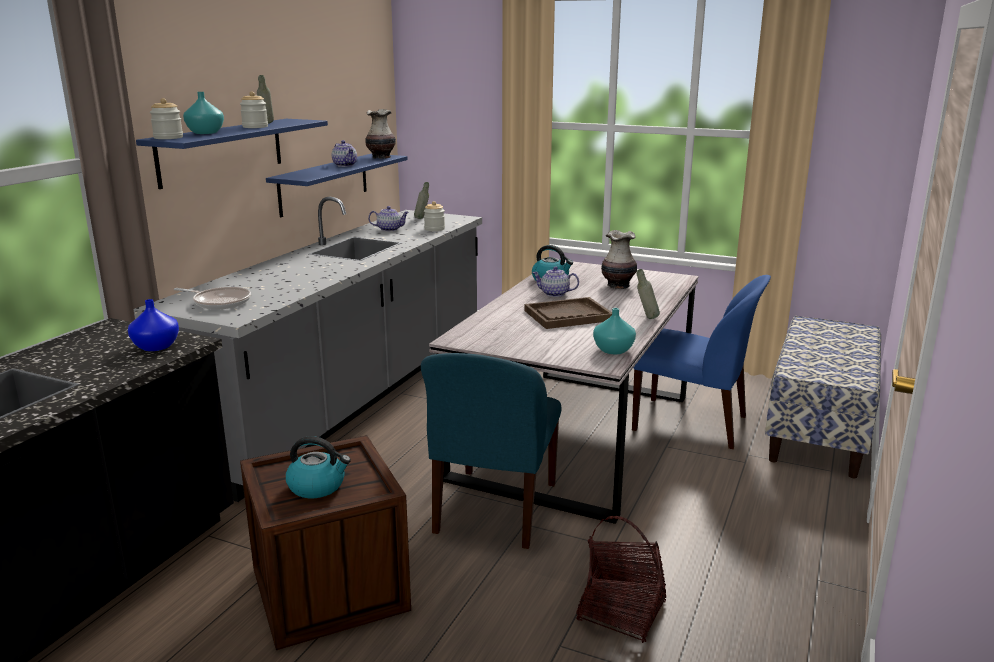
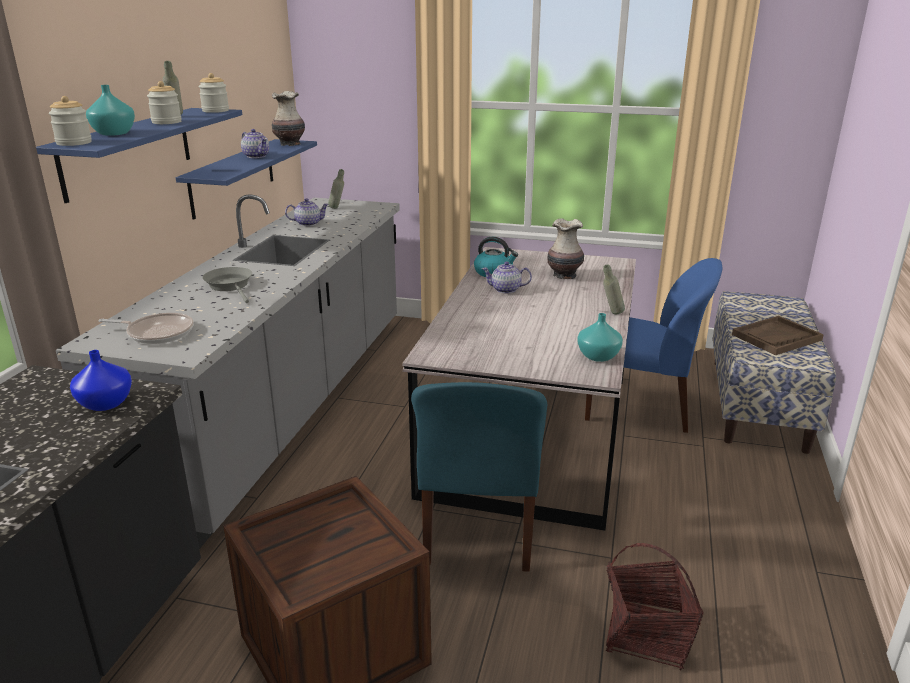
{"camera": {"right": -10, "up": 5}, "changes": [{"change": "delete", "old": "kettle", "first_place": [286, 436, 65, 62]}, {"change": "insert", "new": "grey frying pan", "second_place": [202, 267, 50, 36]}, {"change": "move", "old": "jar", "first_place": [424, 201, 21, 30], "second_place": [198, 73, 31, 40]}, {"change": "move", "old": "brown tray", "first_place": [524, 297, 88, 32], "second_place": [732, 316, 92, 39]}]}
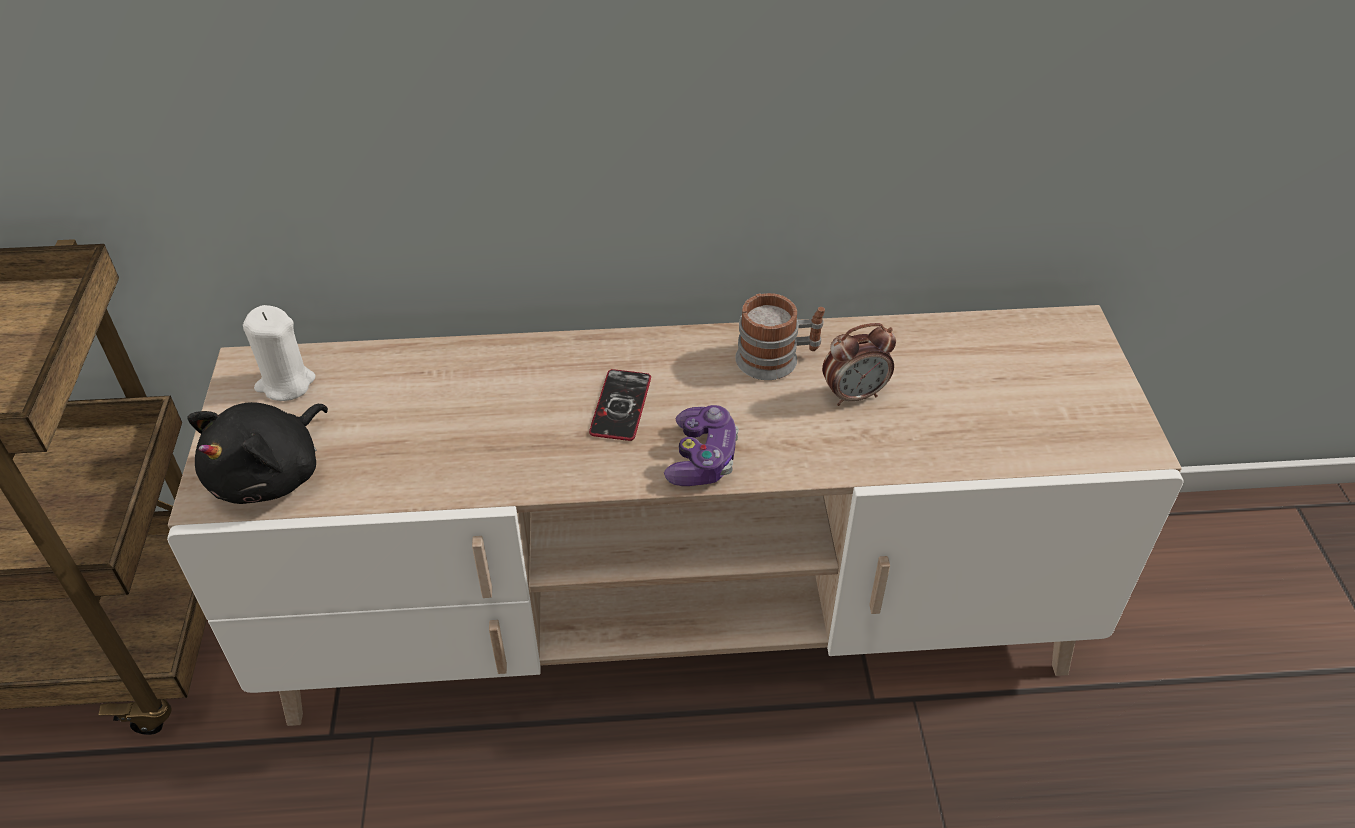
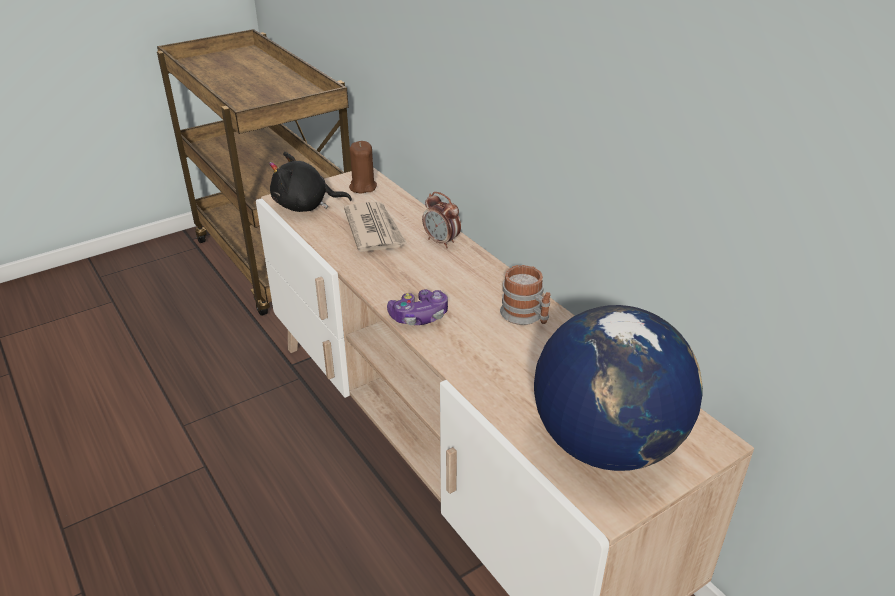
{"camera": {"right": 60, "up": -10}, "changes": [{"change": "delete", "old": "phone", "first_place": [589, 369, 62, 72]}, {"change": "insert", "new": "newspaper", "second_place": [344, 202, 63, 50]}, {"change": "insert", "new": "globe", "second_place": [534, 305, 169, 166]}, {"change": "move", "old": "alarm clock", "first_place": [822, 323, 74, 83], "second_place": [422, 192, 39, 56]}, {"change": "recolor", "old": "white candle", "new": "brown candle", "first_place": [243, 305, 73, 96], "second_place": [349, 141, 28, 52]}]}
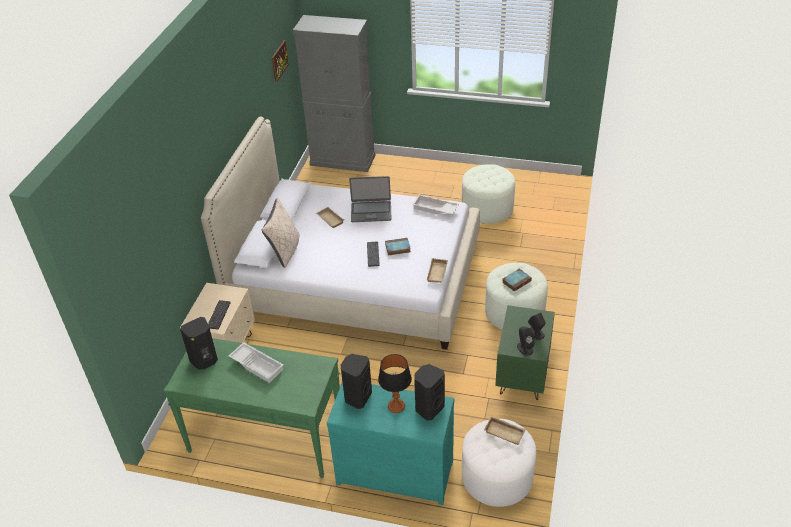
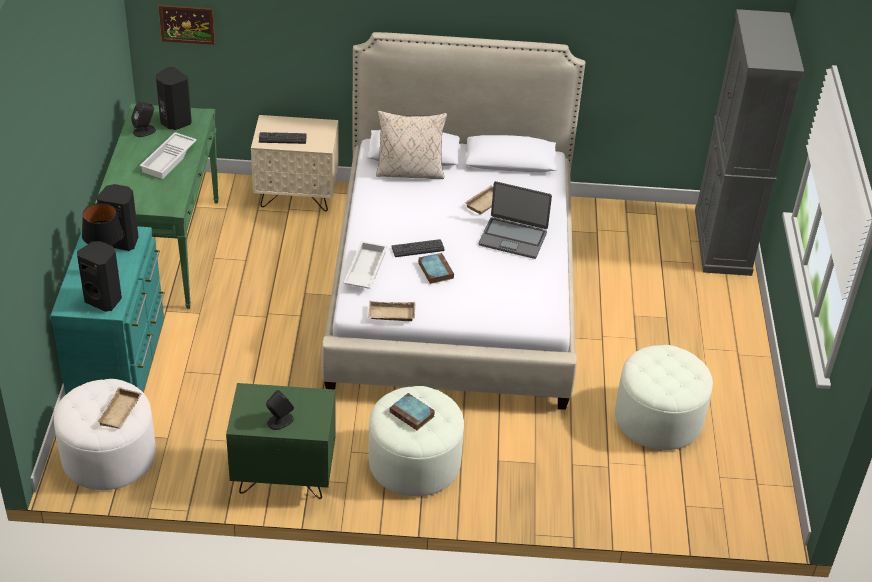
{"camera": {"right": 75, "up": 0}, "changes": [{"change": "move", "old": "picture", "first_place": [272, 40, 17, 42], "second_place": [158, 5, 57, 40]}, {"change": "move", "old": "white tray", "first_place": [412, 194, 47, 21], "second_place": [344, 241, 43, 48]}, {"change": "move", "old": "black speaker", "first_place": [517, 326, 18, 30], "second_place": [131, 102, 25, 35]}, {"change": "rotate", "old": "laptop", "first_place": [349, 176, 43, 46], "second_place": [479, 181, 73, 78], "degrees": -60}]}
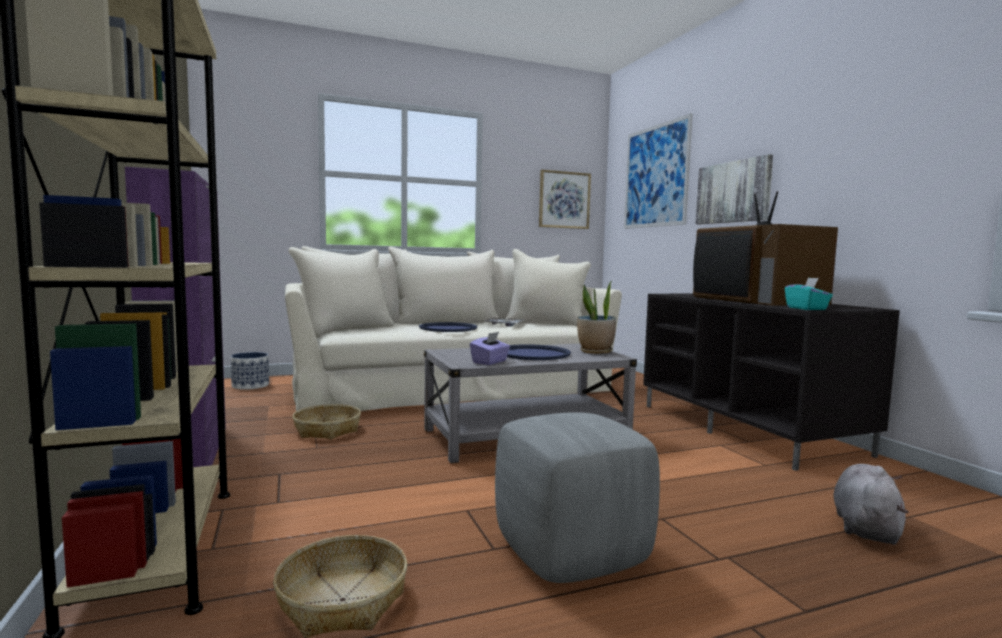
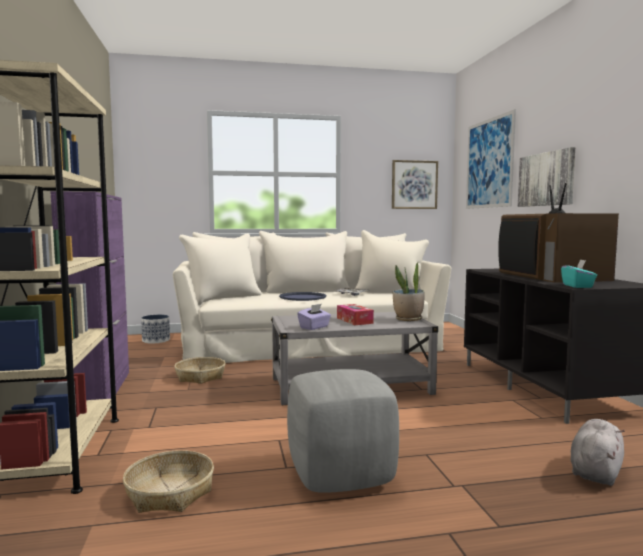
{"camera": {"right": 10, "up": 0}, "changes": [{"change": "replace", "old": "blue tray", "new": "tissue box", "first_place": [507, 344, 64, 16], "second_place": [337, 304, 37, 21]}]}
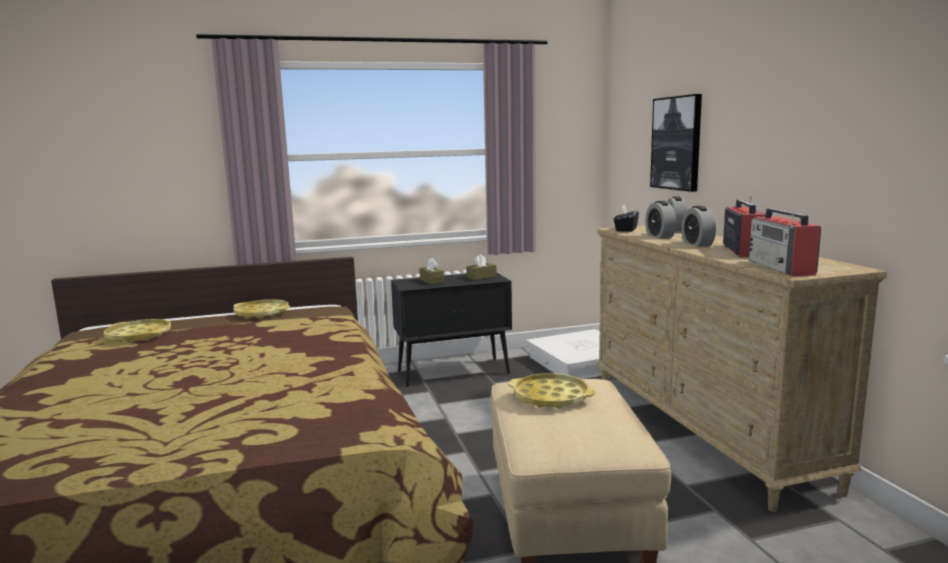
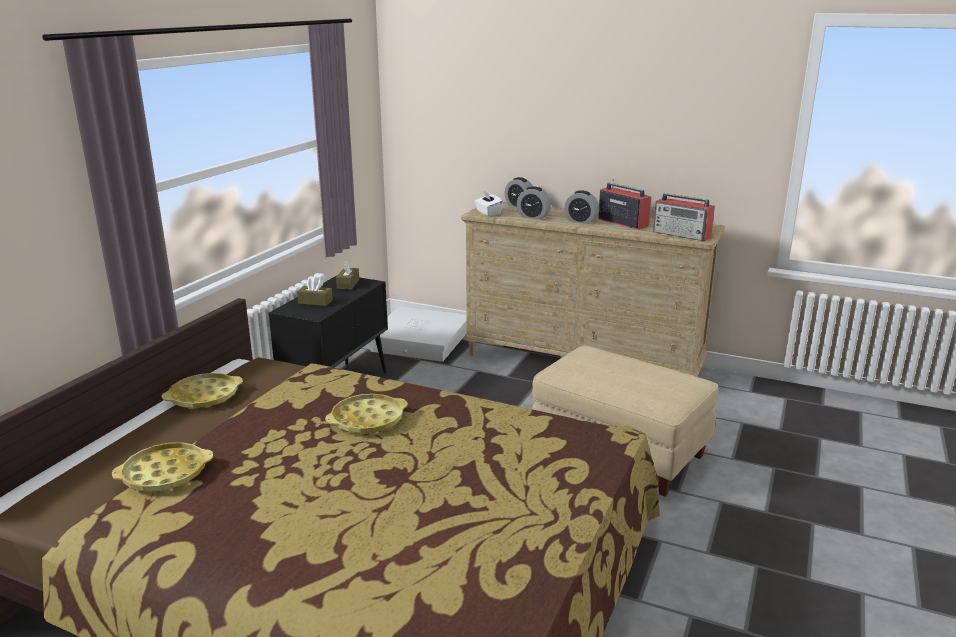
{"camera": {"right": -50, "up": 10}, "changes": [{"change": "delete", "old": "picture", "first_place": [650, 94, 52, 98]}, {"change": "move", "old": "yellow tray", "first_place": [508, 373, 88, 36], "second_place": [325, 394, 83, 40]}, {"change": "recolor", "old": "black tissue box", "new": "white tissue box", "first_place": [614, 205, 25, 27], "second_place": [475, 191, 28, 26]}]}
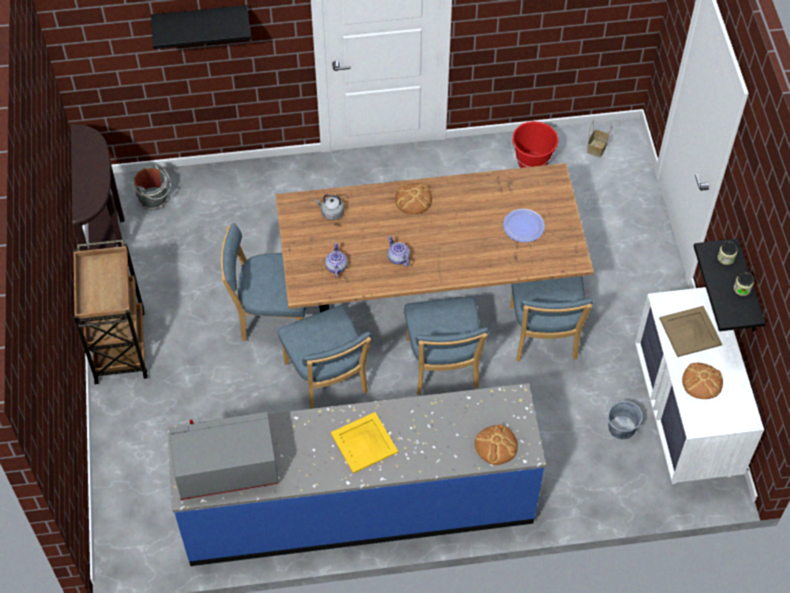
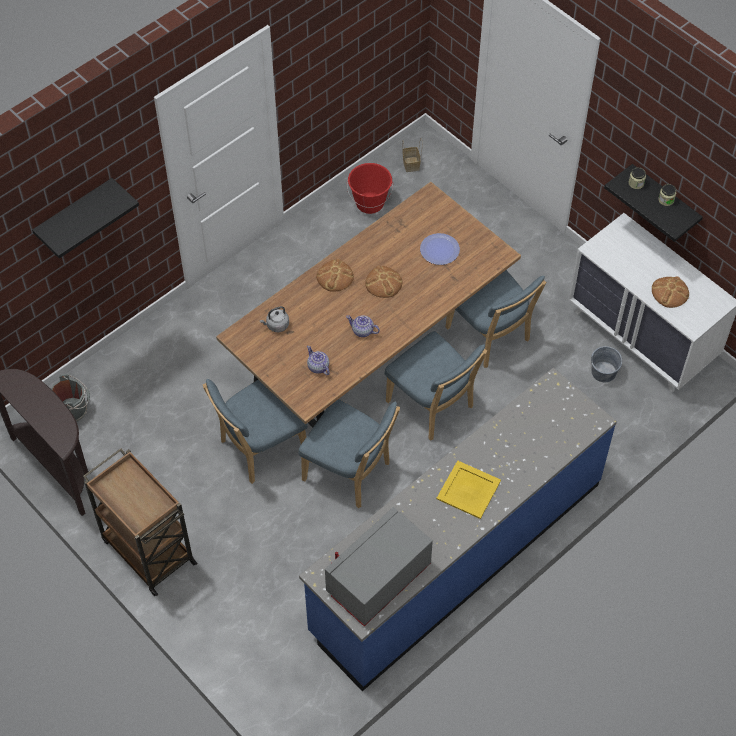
{"camera": {"right": -35, "up": 0}, "changes": [{"change": "delete", "old": "beige tray", "first_place": [659, 306, 63, 51]}, {"change": "move", "old": "bread", "first_place": [475, 424, 43, 41], "second_place": [365, 265, 38, 33]}]}
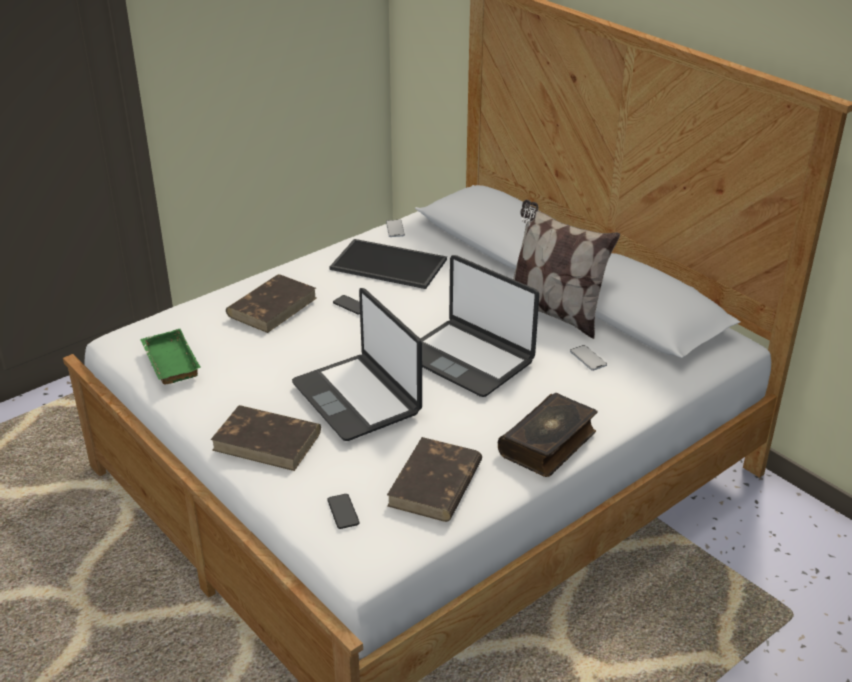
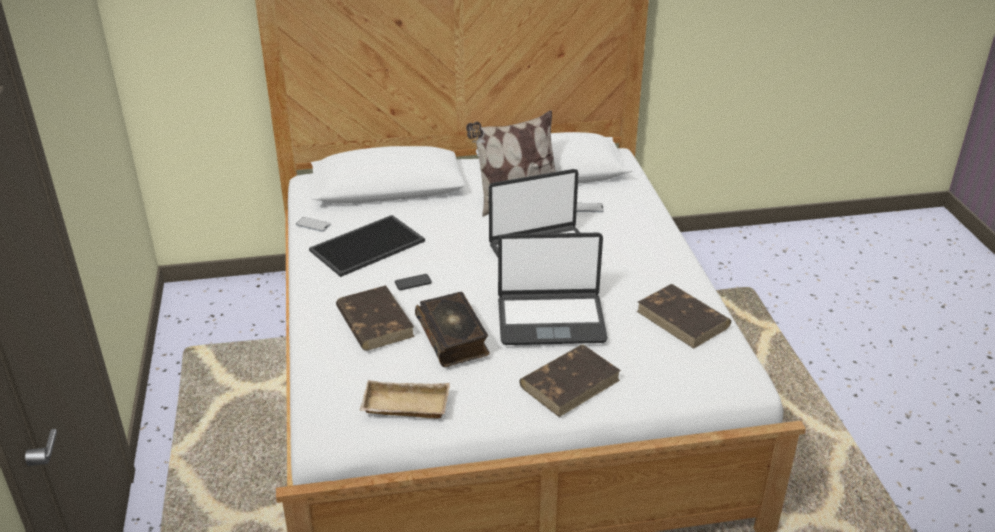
{"camera": {"right": -60, "up": 0}, "changes": [{"change": "delete", "old": "phone", "first_place": [327, 494, 33, 35]}, {"change": "move", "old": "book", "first_place": [498, 393, 100, 84], "second_place": [415, 292, 75, 75]}, {"change": "recolor", "old": "green tray", "new": "beige tray", "first_place": [140, 329, 61, 56], "second_place": [359, 380, 91, 39]}]}
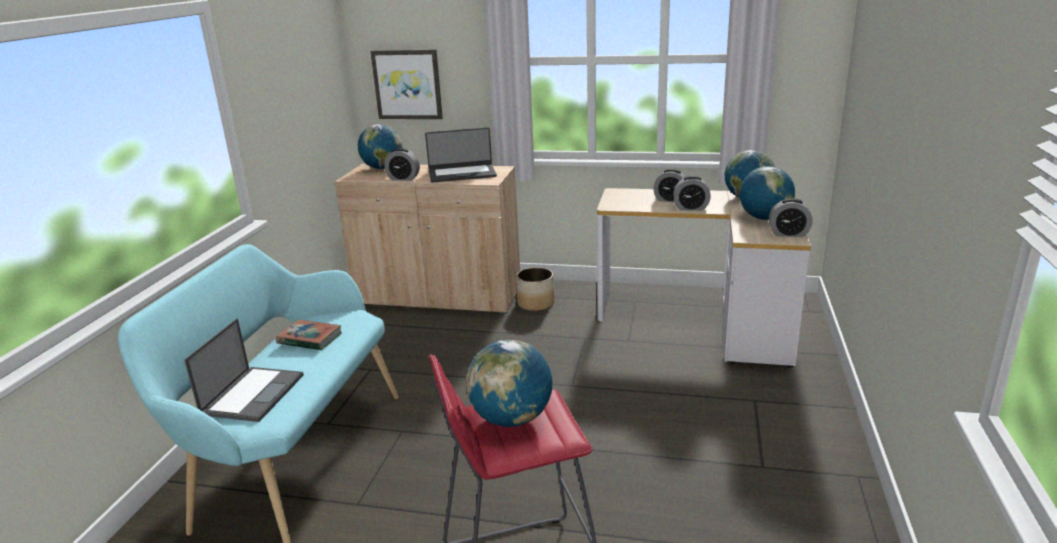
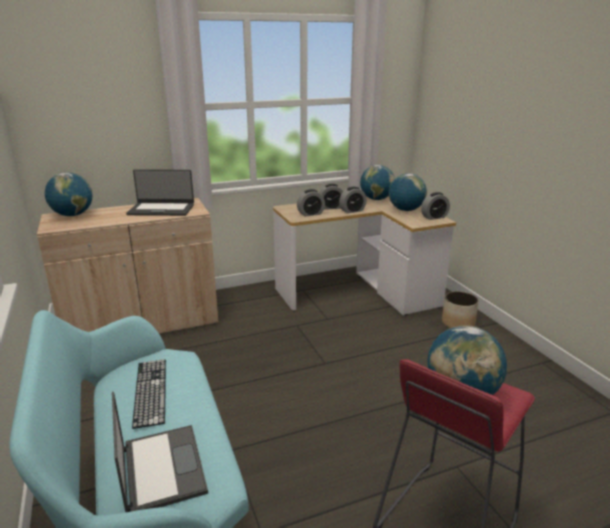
{"camera": {"right": -35, "up": 0}, "changes": [{"change": "delete", "old": "picture", "first_place": [370, 49, 73, 70]}, {"change": "move", "old": "alarm clock", "first_place": [385, 148, 35, 33], "second_place": [297, 189, 28, 28]}, {"change": "move", "old": "planter", "first_place": [516, 267, 38, 44], "second_place": [442, 291, 37, 37]}, {"change": "replace", "old": "book", "new": "keyboard", "first_place": [276, 320, 66, 30], "second_place": [132, 359, 34, 70]}, {"change": "rotate", "old": "laptop", "first_place": [425, 127, 72, 56], "second_place": [126, 169, 68, 47], "degrees": 45}]}
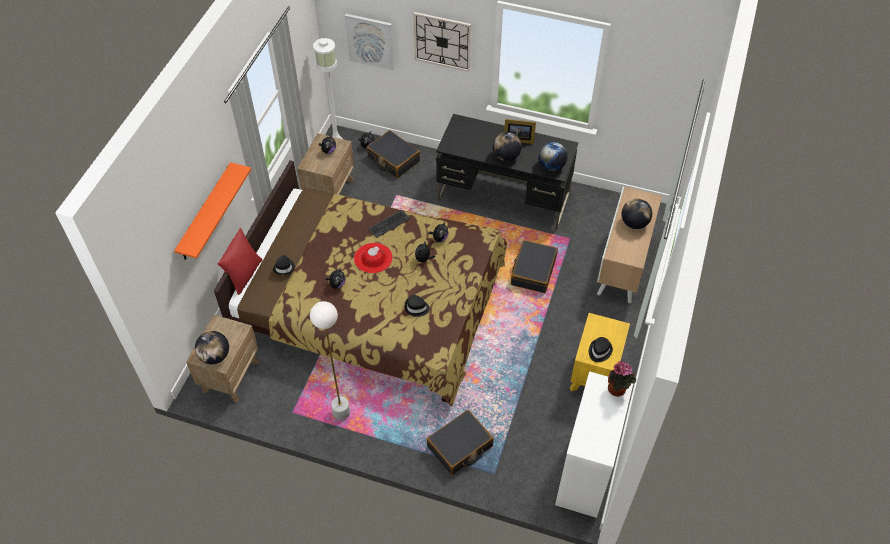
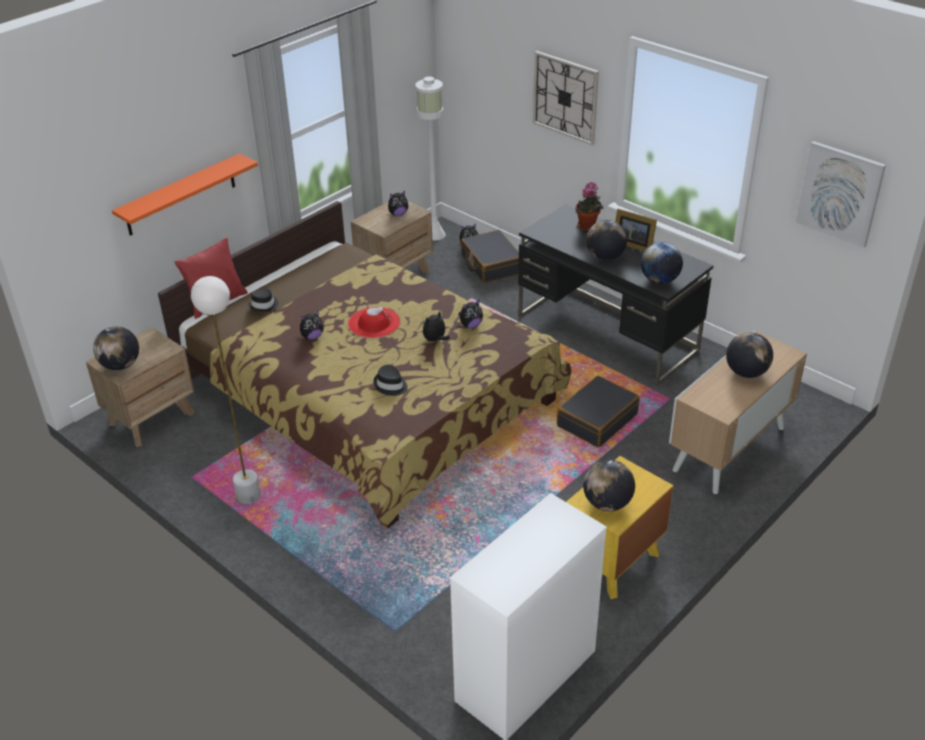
{"camera": {"right": 25, "up": -15}, "changes": [{"change": "delete", "old": "keyboard", "first_place": [368, 210, 43, 28]}, {"change": "delete", "old": "black suitcase", "first_place": [427, 410, 67, 65]}, {"change": "move", "old": "picture", "first_place": [345, 14, 49, 57], "second_place": [796, 141, 90, 107]}, {"change": "move", "old": "potted plant", "first_place": [608, 361, 28, 36], "second_place": [576, 182, 27, 49]}, {"change": "replace", "old": "black hat", "new": "globe", "first_place": [589, 337, 24, 25], "second_place": [583, 460, 52, 51]}]}
